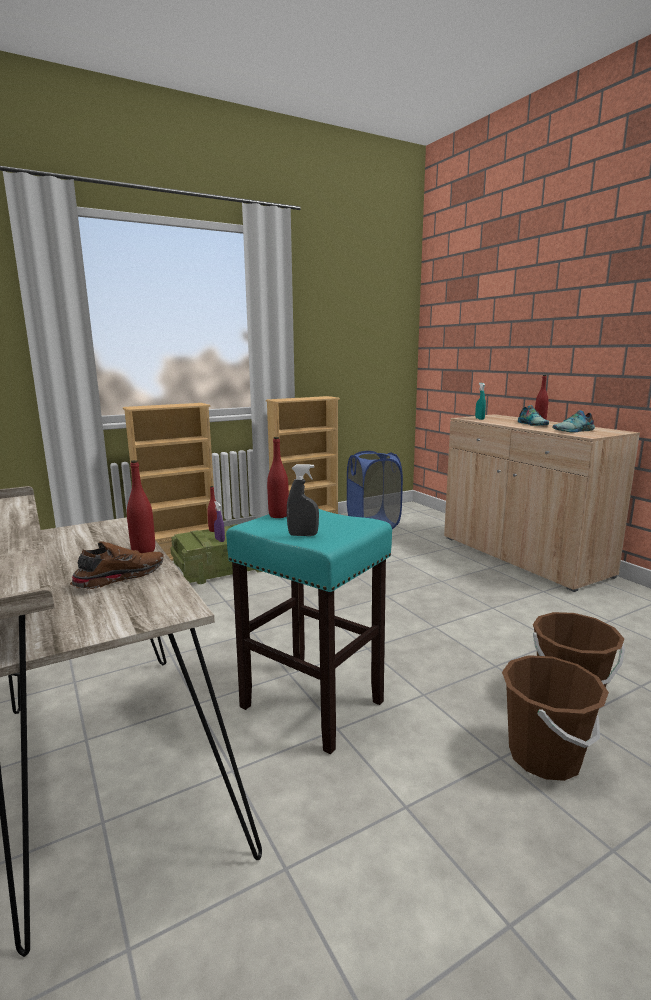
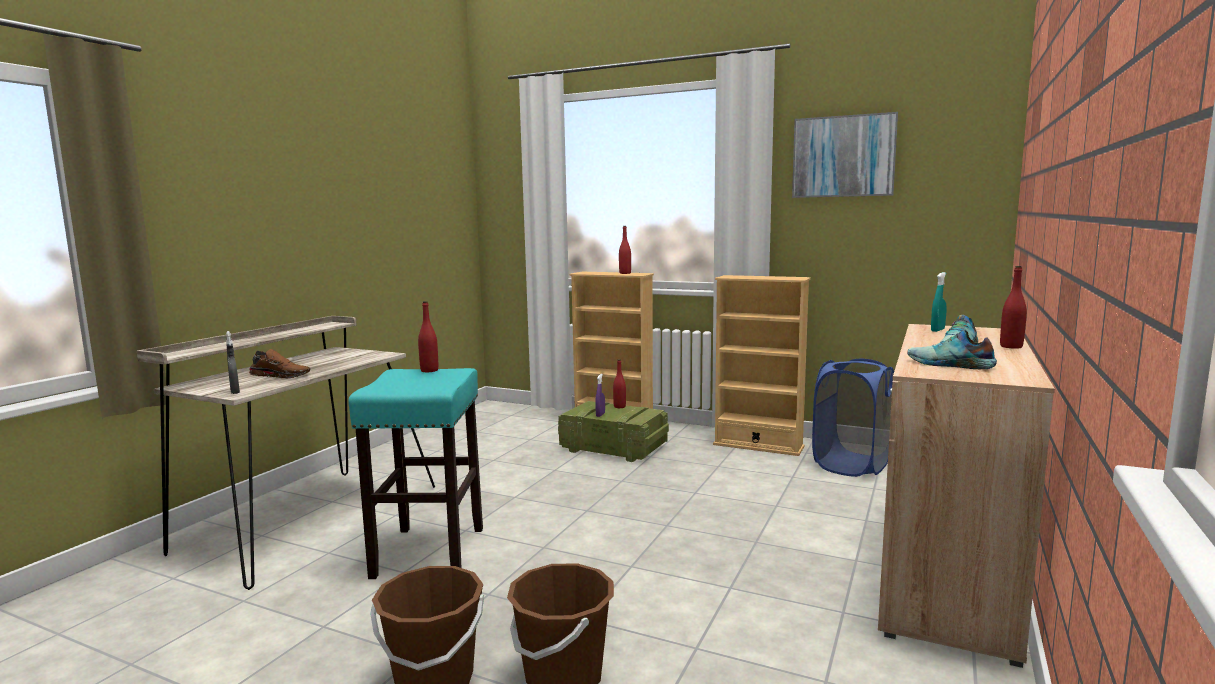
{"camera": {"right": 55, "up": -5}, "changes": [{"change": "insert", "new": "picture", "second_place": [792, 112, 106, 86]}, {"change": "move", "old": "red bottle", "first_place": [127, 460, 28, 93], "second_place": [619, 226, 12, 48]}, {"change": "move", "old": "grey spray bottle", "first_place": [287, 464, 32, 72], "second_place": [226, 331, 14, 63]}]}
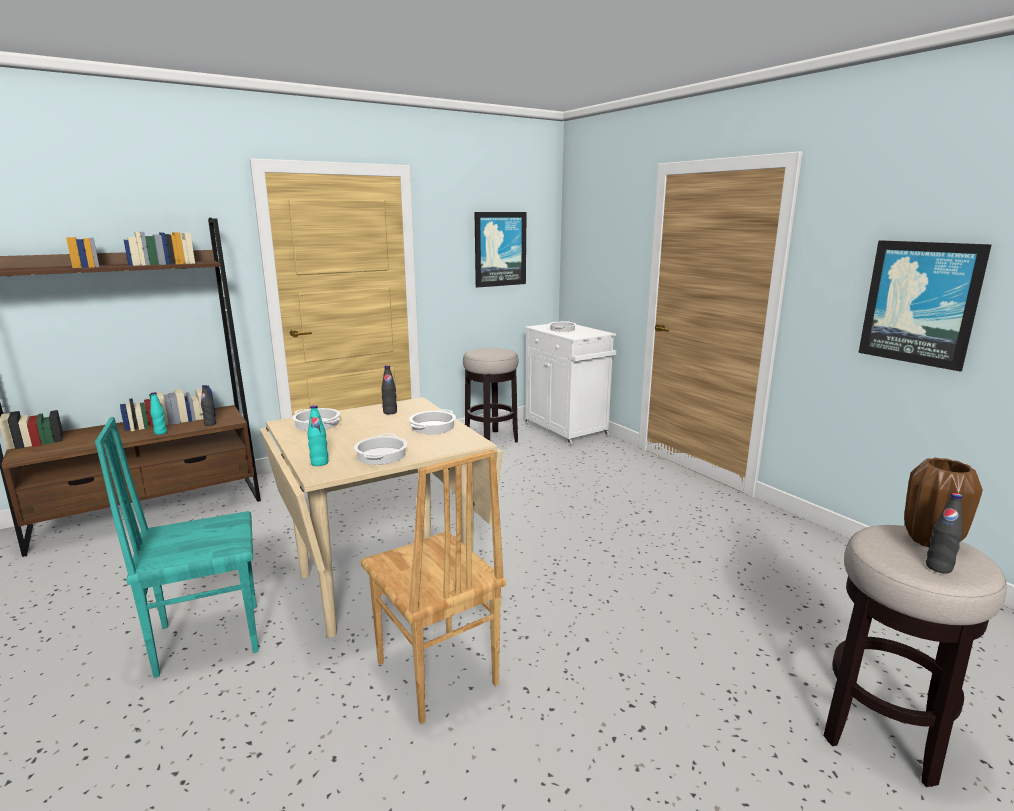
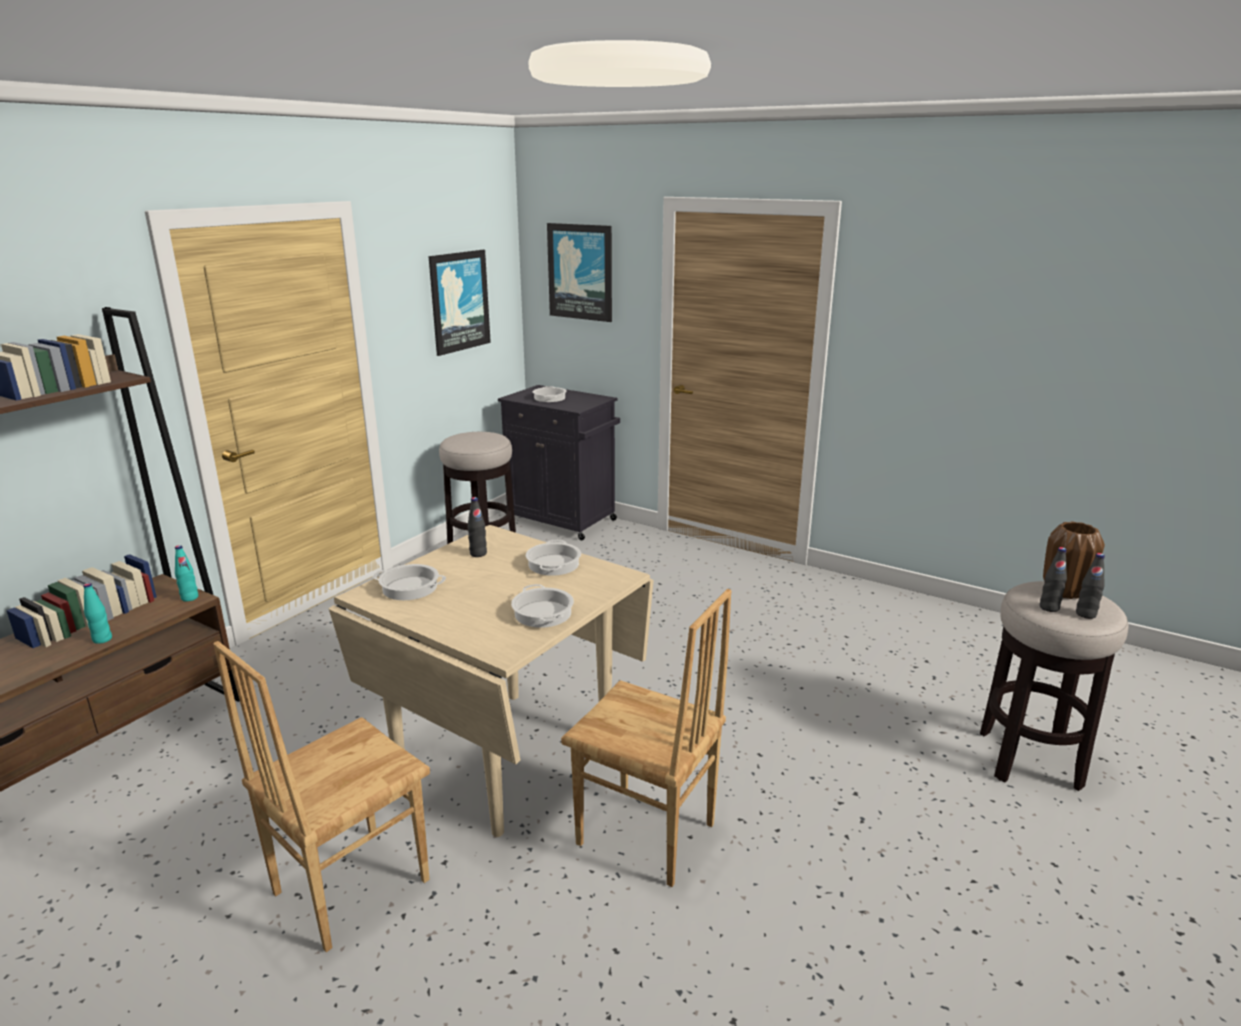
{"camera": {"right": -25, "up": 5}, "changes": [{"change": "move", "old": "black bottle", "first_place": [201, 385, 15, 41], "second_place": [1040, 547, 27, 65]}, {"change": "move", "old": "turquoise bottle", "first_place": [307, 405, 21, 61], "second_place": [175, 545, 23, 57]}, {"change": "move", "old": "picture", "first_place": [858, 240, 134, 132], "second_place": [547, 223, 65, 99]}, {"change": "recolor", "old": "turquoise chair", "new": "brown chair", "first_place": [95, 417, 164, 261], "second_place": [213, 641, 217, 311]}, {"change": "recolor", "old": "white cabinet", "new": "black cabinet", "first_place": [524, 324, 92, 122], "second_place": [498, 385, 122, 155]}]}
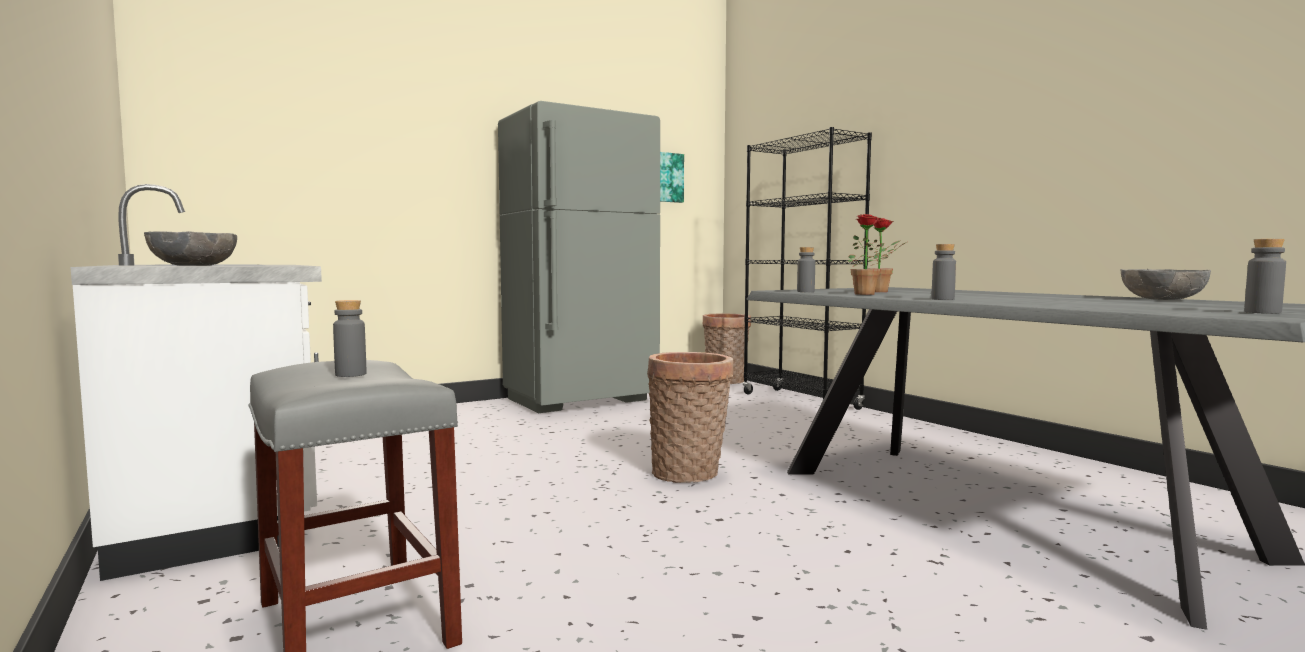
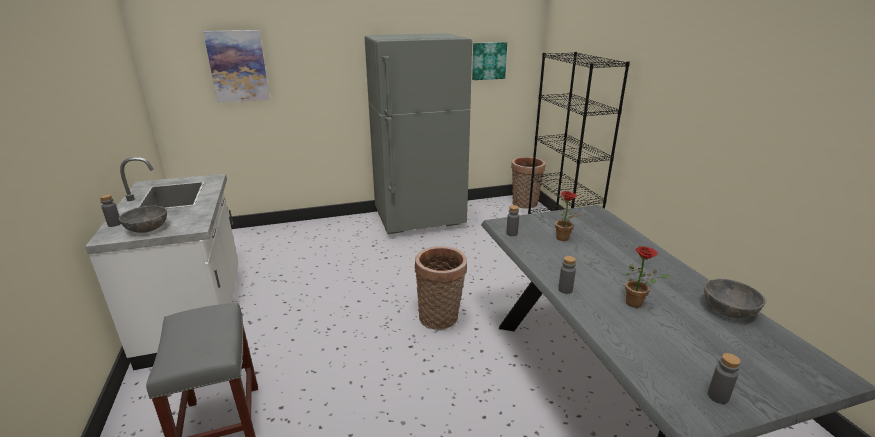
{"camera": {"right": 15, "up": 20}, "changes": [{"change": "insert", "new": "picture", "second_place": [203, 30, 67, 72]}, {"change": "move", "old": "grey bottle", "first_place": [333, 300, 33, 77], "second_place": [100, 194, 21, 33]}, {"change": "move", "old": "potted plant", "first_place": [847, 214, 54, 81], "second_place": [625, 246, 45, 62]}]}
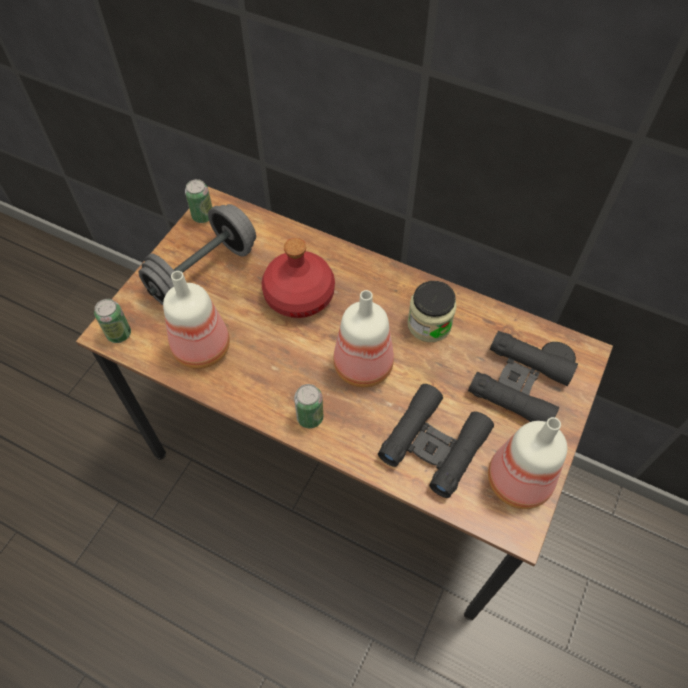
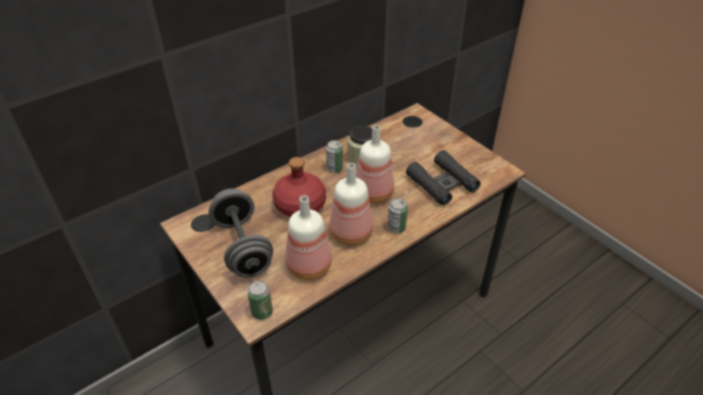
{"camera": {"right": -65, "up": -15}, "changes": [{"change": "delete", "old": "black binoculars", "first_place": [468, 331, 110, 91]}, {"change": "move", "old": "can", "first_place": [185, 179, 28, 44], "second_place": [326, 140, 17, 33]}, {"change": "move", "old": "bottle", "first_place": [488, 417, 79, 92], "second_place": [329, 163, 44, 83]}]}
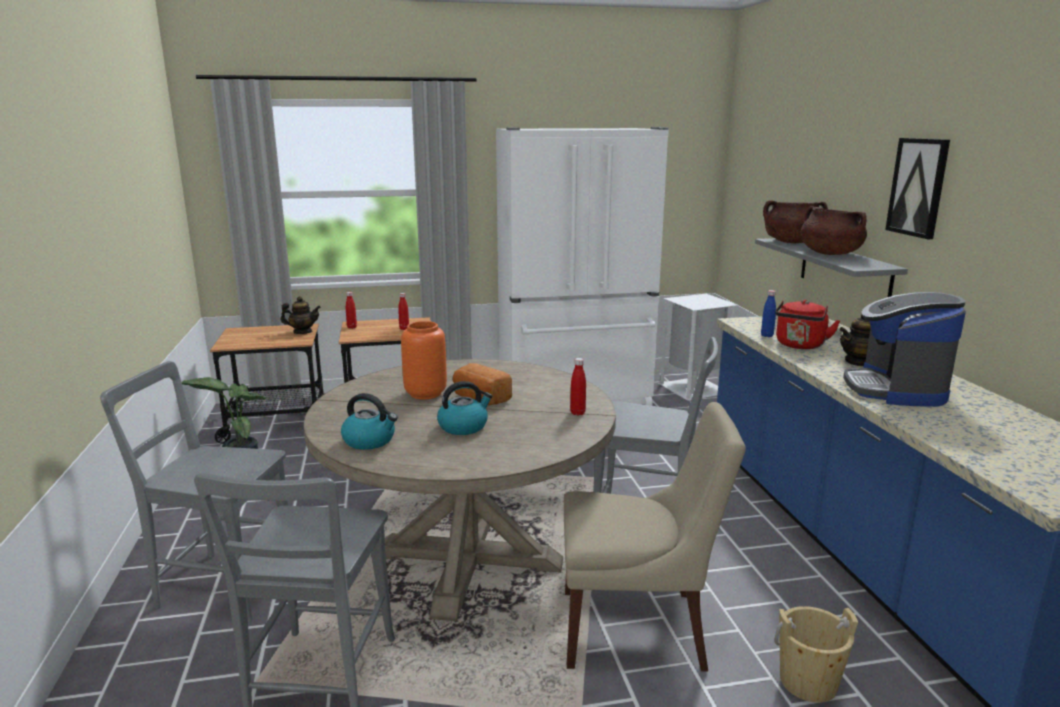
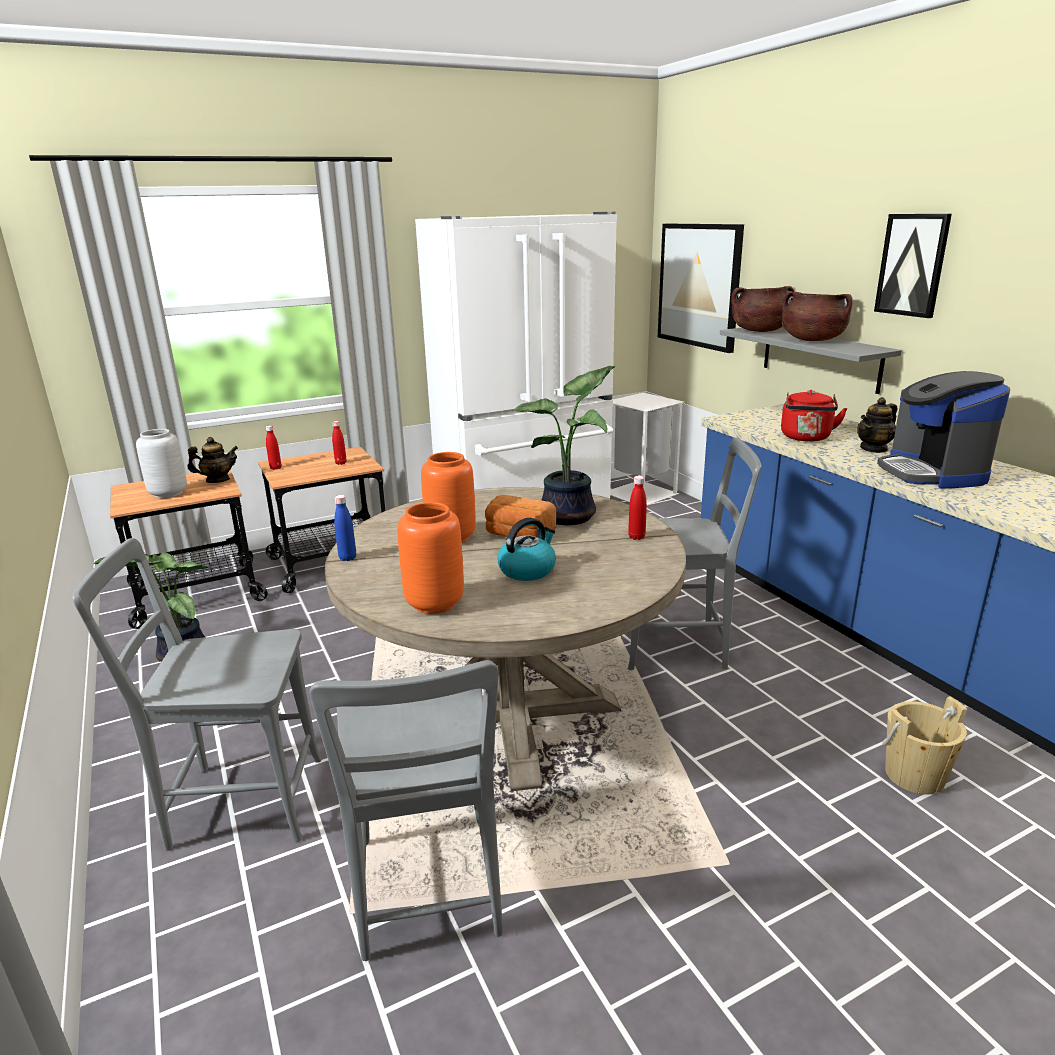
{"camera": {"right": -15, "up": 5}, "changes": [{"change": "delete", "old": "beige chair", "first_place": [564, 402, 182, 269]}, {"change": "insert", "new": "grey vase", "second_place": [136, 429, 51, 69]}, {"change": "insert", "new": "potted plant", "second_place": [513, 366, 103, 159]}, {"change": "insert", "new": "picture", "second_place": [658, 224, 86, 129]}, {"change": "move", "old": "blue bottle", "first_place": [761, 290, 15, 47], "second_place": [334, 495, 22, 66]}, {"change": "replace", "old": "kettle", "new": "orange vase", "first_place": [341, 393, 57, 57], "second_place": [397, 502, 67, 112]}]}
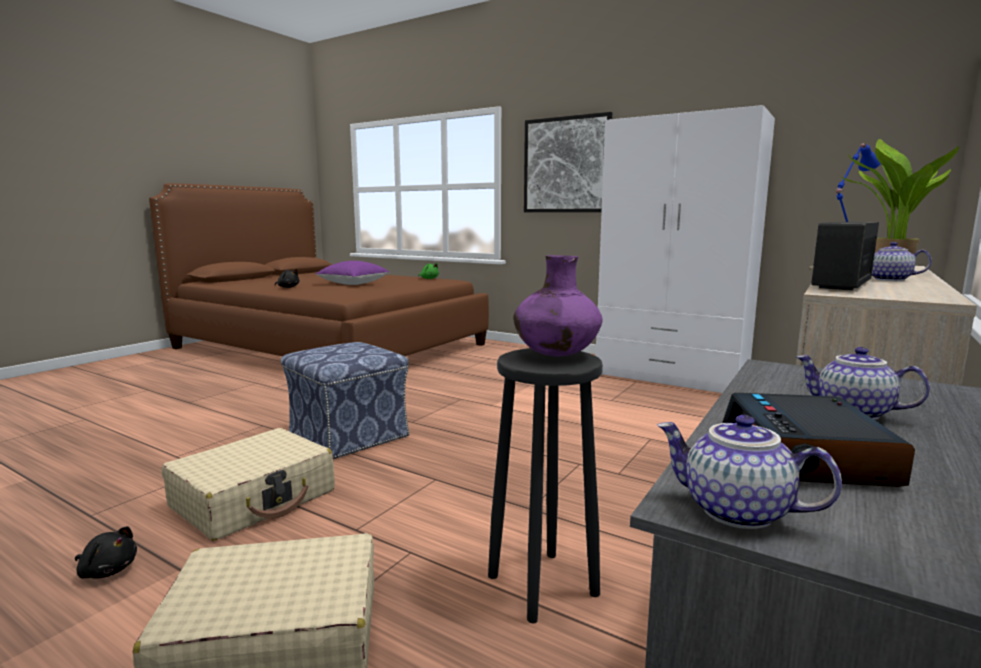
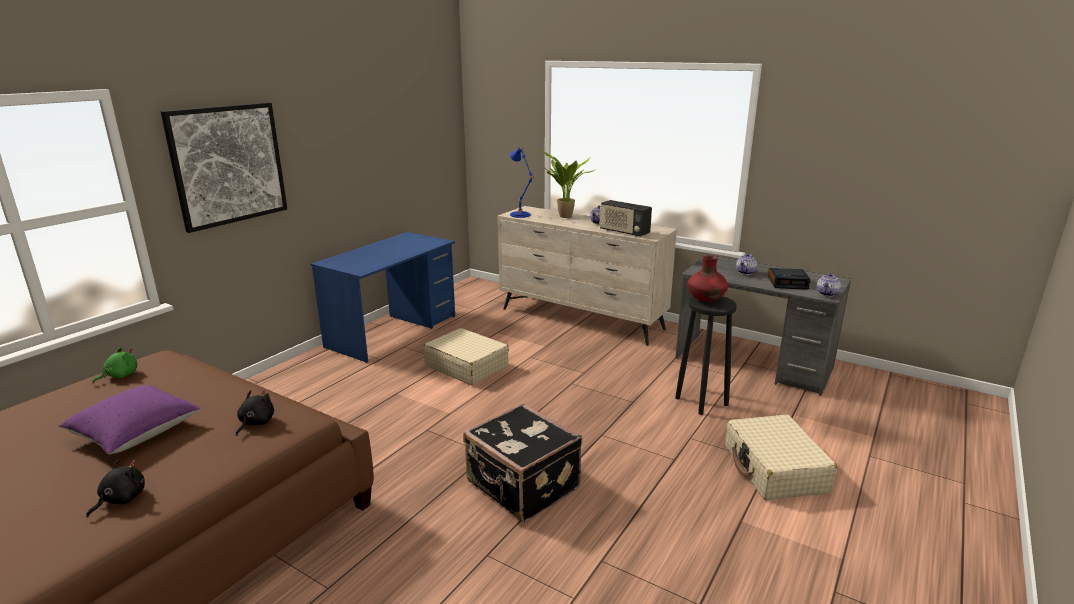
{"camera": {"right": -90, "up": 10}, "changes": [{"change": "move", "old": "black plush toy", "first_place": [75, 526, 62, 53], "second_place": [236, 390, 38, 46]}, {"change": "move", "old": "beige suitcase", "first_place": [162, 428, 173, 113], "second_place": [423, 328, 86, 57]}, {"change": "replace", "old": "ottoman", "new": "black suitcase", "first_place": [281, 342, 128, 117], "second_place": [463, 403, 119, 119]}, {"change": "replace", "old": "white wardrobe", "new": "blue desk", "first_place": [596, 105, 179, 288], "second_place": [311, 232, 144, 131]}, {"change": "recolor", "old": "purple vase", "new": "red vase", "first_place": [513, 255, 90, 101], "second_place": [687, 255, 41, 47]}]}
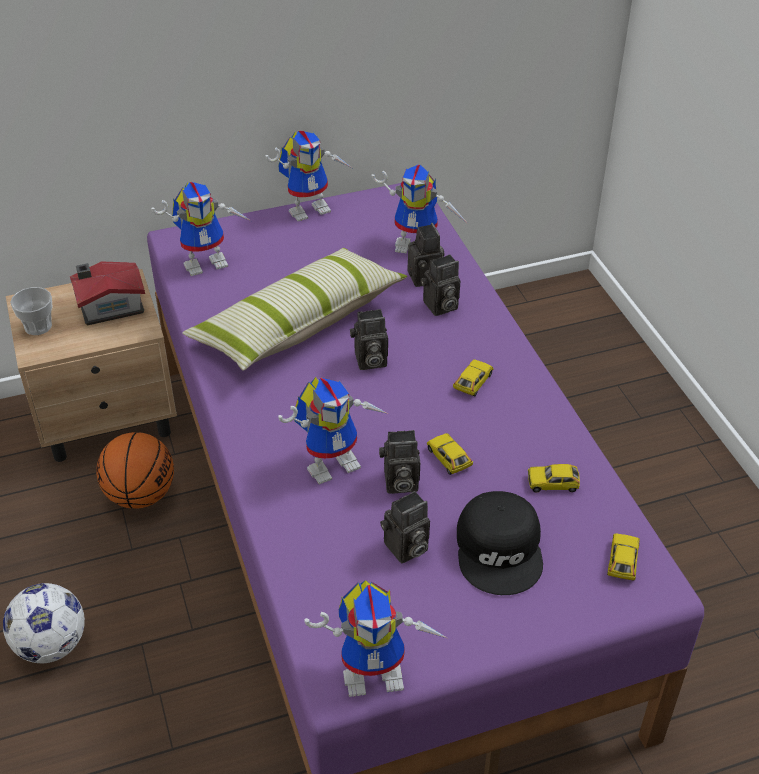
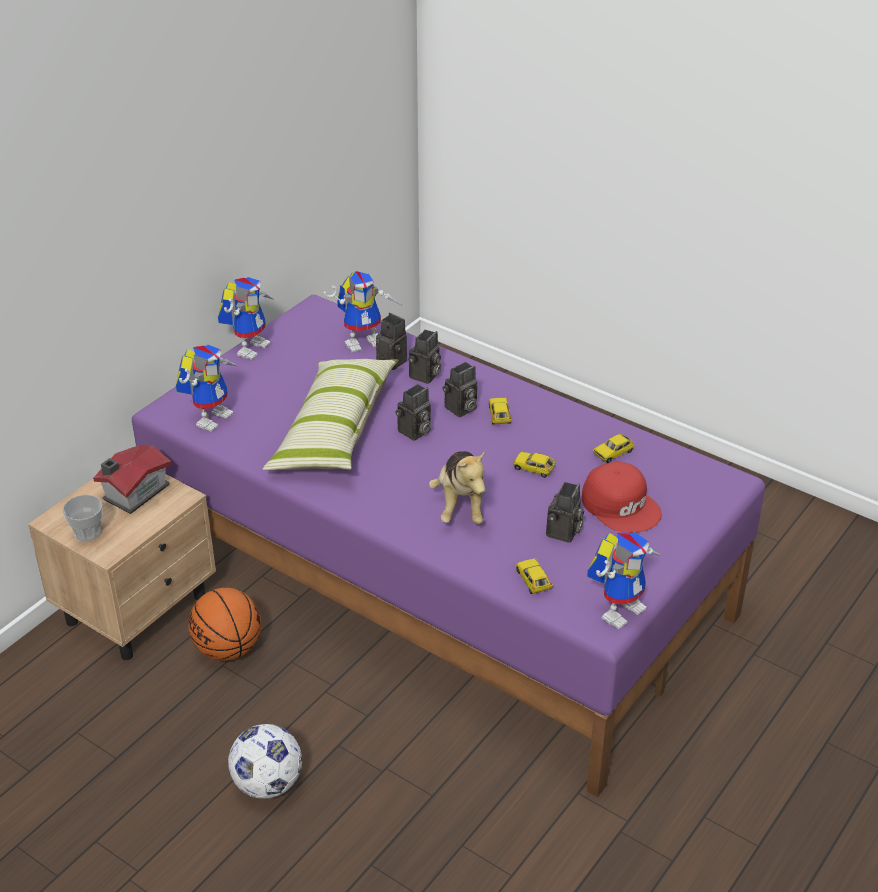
{"camera": {"right": -35, "up": -5}, "changes": [{"change": "move", "old": "photo camera", "first_place": [379, 430, 41, 64], "second_place": [443, 362, 34, 55]}, {"change": "move", "old": "toy car", "first_place": [607, 533, 33, 47], "second_place": [516, 559, 37, 35]}, {"change": "replace", "old": "toy robot", "new": "plush toy", "first_place": [278, 377, 110, 107], "second_place": [429, 450, 57, 74]}, {"change": "recolor", "old": "black cap", "new": "red cap", "first_place": [457, 491, 86, 104], "second_place": [582, 462, 80, 71]}]}
